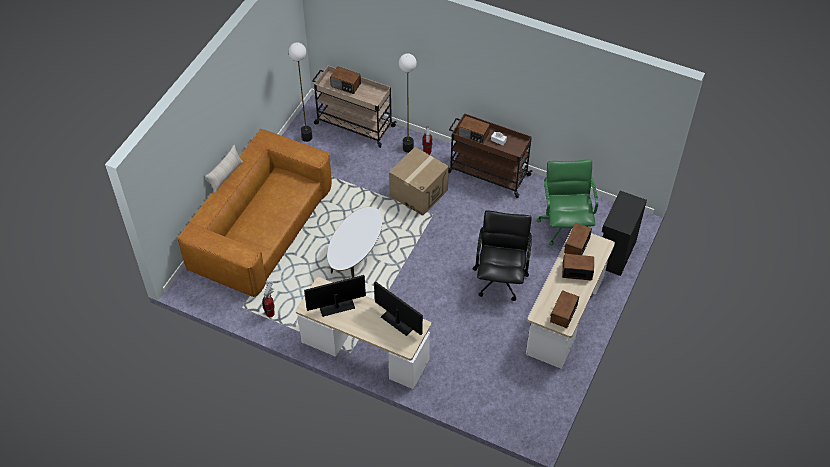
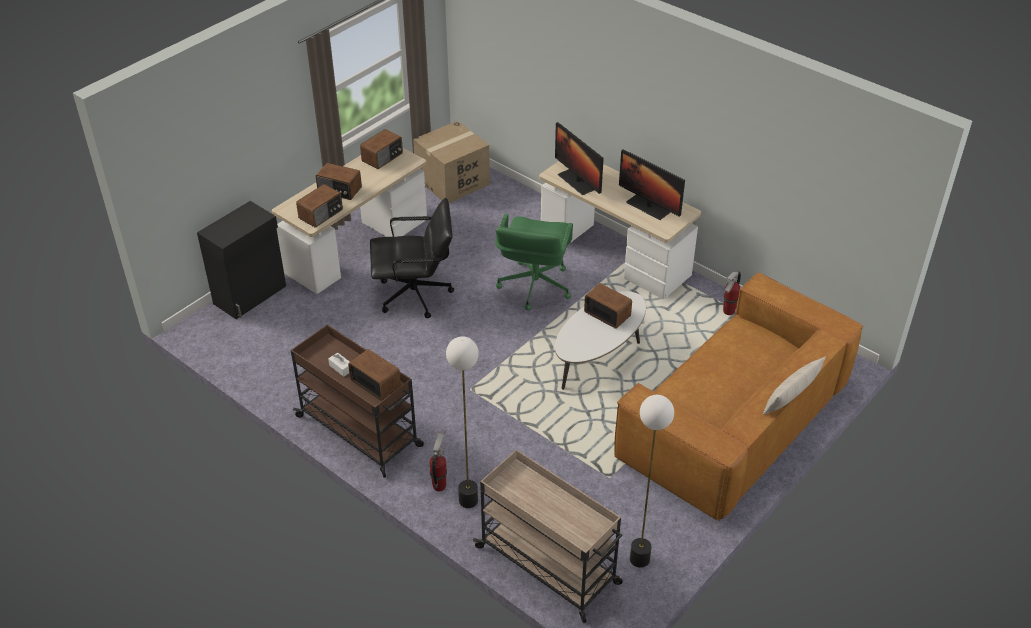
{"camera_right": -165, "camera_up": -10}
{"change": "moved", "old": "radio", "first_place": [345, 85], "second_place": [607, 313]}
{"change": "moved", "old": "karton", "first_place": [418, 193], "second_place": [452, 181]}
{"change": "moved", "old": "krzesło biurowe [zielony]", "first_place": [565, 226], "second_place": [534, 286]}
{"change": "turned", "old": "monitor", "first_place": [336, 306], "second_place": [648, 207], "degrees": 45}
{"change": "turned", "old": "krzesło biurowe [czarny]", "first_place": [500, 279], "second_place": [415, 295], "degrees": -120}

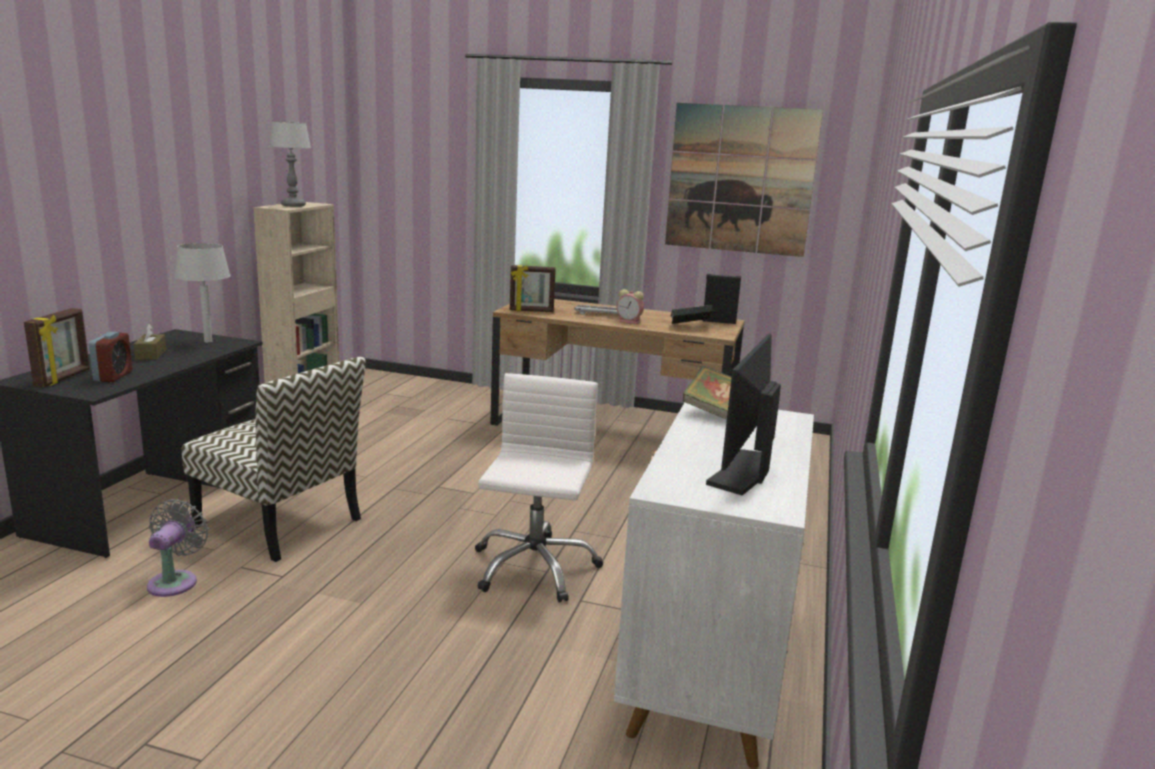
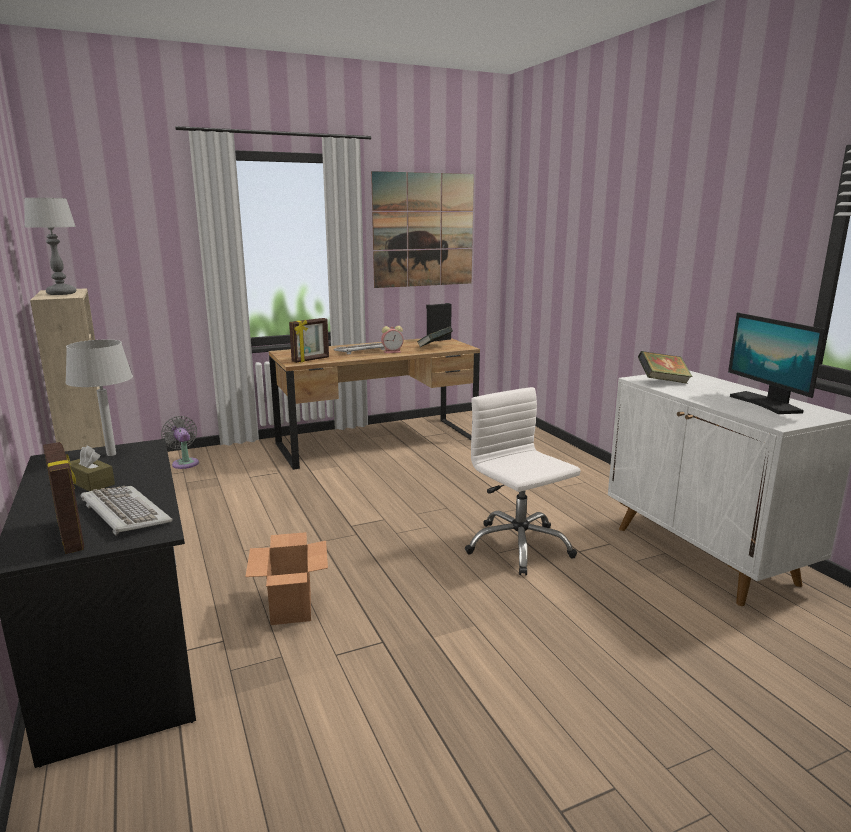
{"camera_right": -40, "camera_up": 0}
{"change": "moved", "old": "wentylator [szary]", "first_place": [175, 581], "second_place": [185, 463]}
{"change": "replaced", "old": "budzik", "new": "klawiatura", "first_place": [113, 376], "second_place": [124, 513]}
{"change": "replaced", "old": "krzesło", "new": "karton", "first_place": [281, 523], "second_place": [291, 607]}

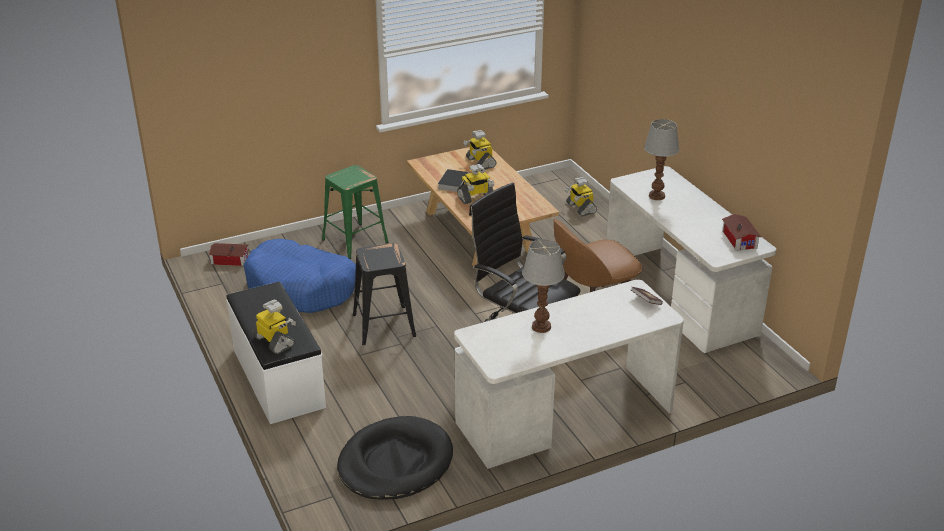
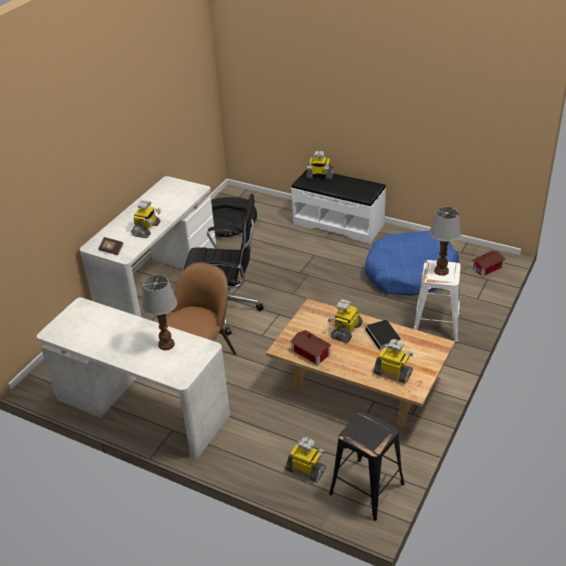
{"camera_right": 145, "camera_up": 5}
{"change": "added", "new": "robot zabawkowy", "second_place": [147, 229]}
{"change": "moved", "old": "stołek [czarny]", "first_place": [383, 325], "second_place": [367, 488]}
{"change": "moved", "old": "lampa stołowa", "first_place": [540, 327], "second_place": [442, 271]}
{"change": "moved", "old": "domek", "first_place": [740, 238], "second_place": [311, 353]}
{"change": "recoloured", "old": "stołek [zielony]", "new": "stołek [biały]", "first_place": [354, 240], "second_place": [437, 325]}

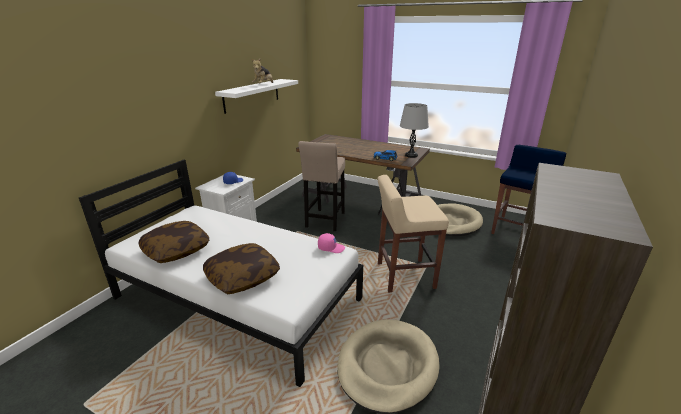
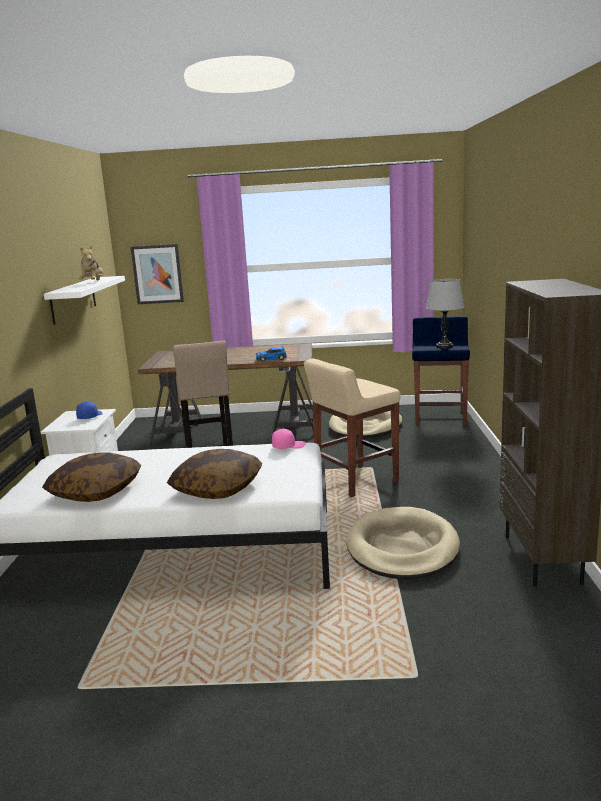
{"camera_right": -25, "camera_up": -10}
{"change": "added", "new": "obraz", "second_place": [157, 274]}
{"change": "moved", "old": "lampa stołowa [szary]", "first_place": [411, 155], "second_place": [444, 346]}

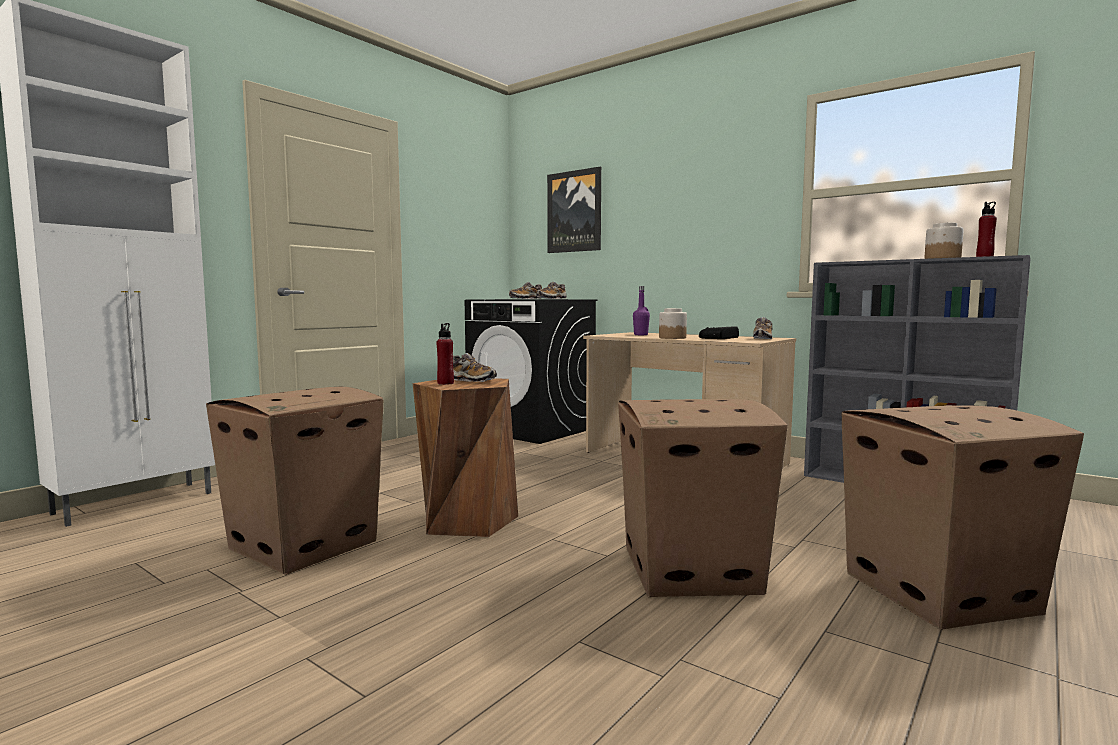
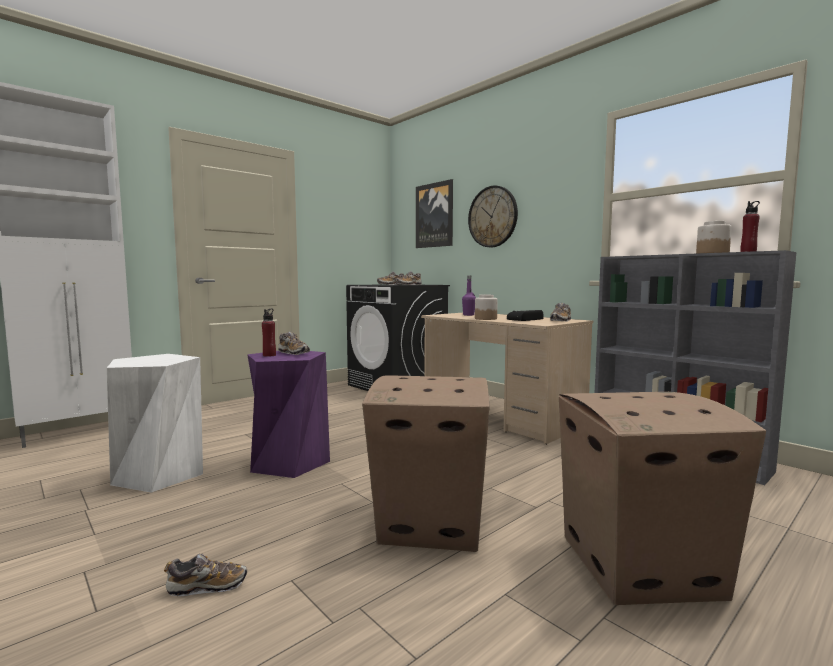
{"camera_right": 10, "camera_up": 0}
{"change": "added", "new": "but", "second_place": [207, 587]}
{"change": "added", "new": "zegar ścienny", "second_place": [492, 217]}
{"change": "replaced", "old": "karton", "new": "stołek [biały]", "first_place": [305, 544], "second_place": [160, 474]}
{"change": "recoloured", "old": "stołek [brązowy]", "new": "stołek [fioletowy]", "first_place": [467, 520], "second_place": [289, 462]}

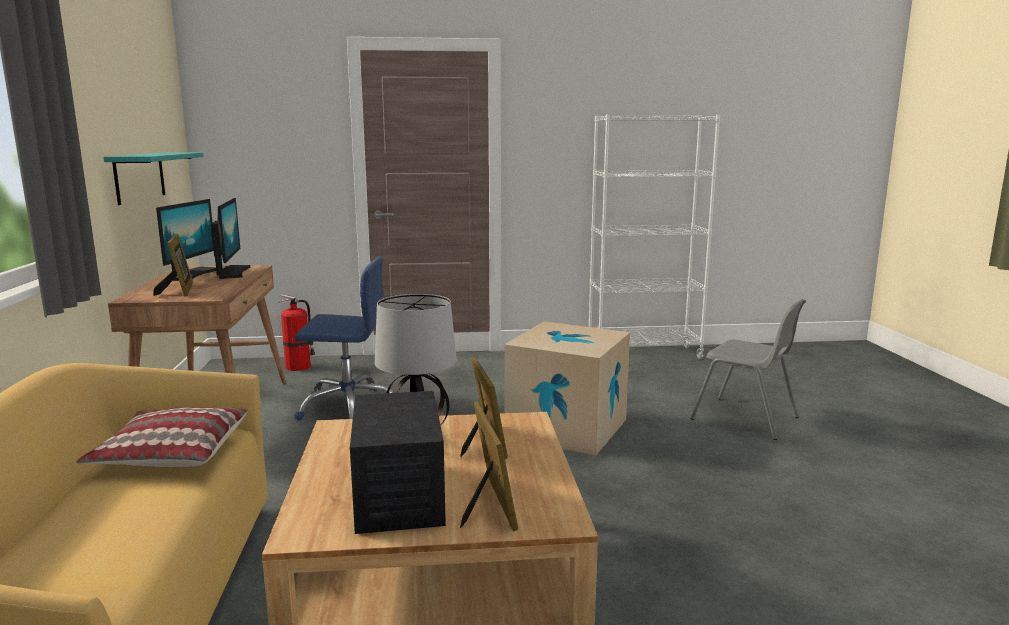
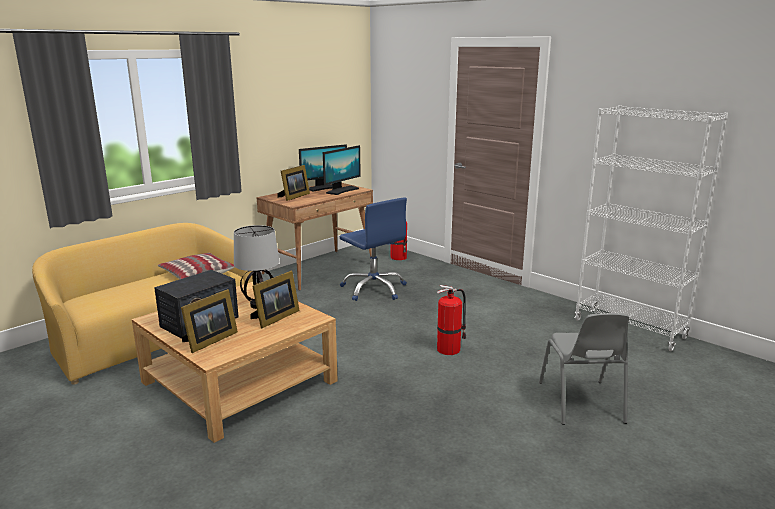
{"camera_right": 50, "camera_up": 5}
{"change": "removed", "old": "półka [turkusowy]", "first_place": [139, 177]}
{"change": "replaced", "old": "karton", "new": "gaśnica", "first_place": [567, 427], "second_place": [449, 349]}

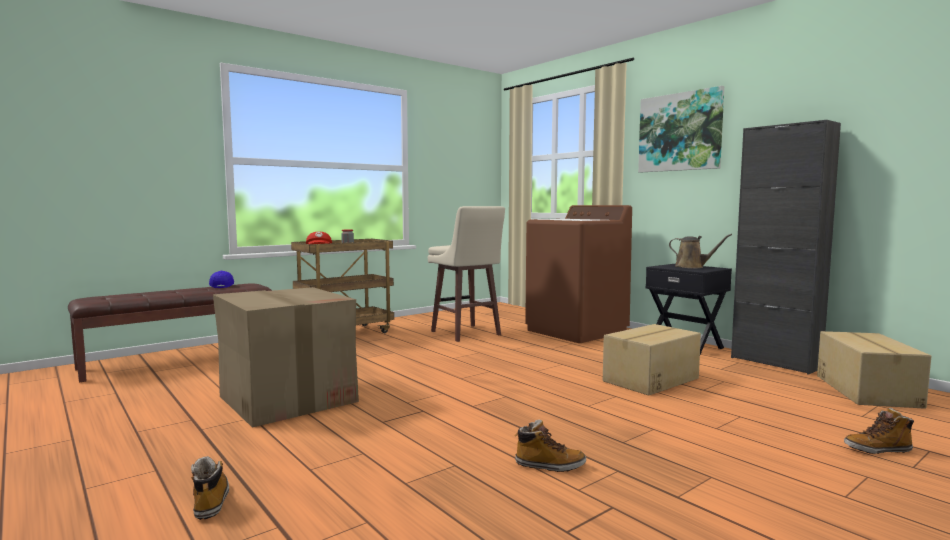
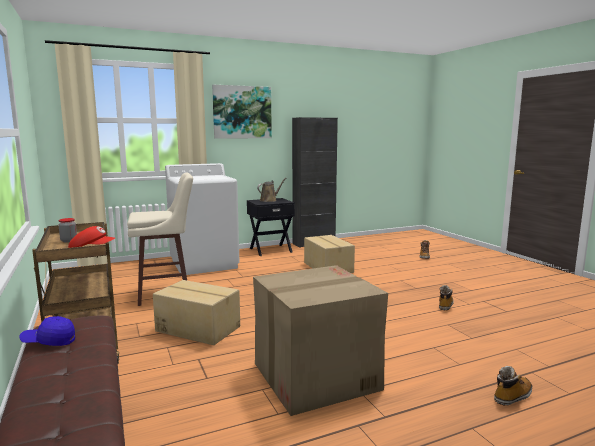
{"camera_right": -75, "camera_up": 5}
{"change": "moved", "old": "karton", "first_place": [868, 391], "second_place": [198, 328]}
{"change": "recoloured", "old": "pralka [brązowy]", "new": "pralka [biały]", "first_place": [576, 331], "second_place": [204, 264]}
{"change": "turned", "old": "but z cholewką", "first_place": [210, 501], "second_place": [512, 396], "degrees": 150}

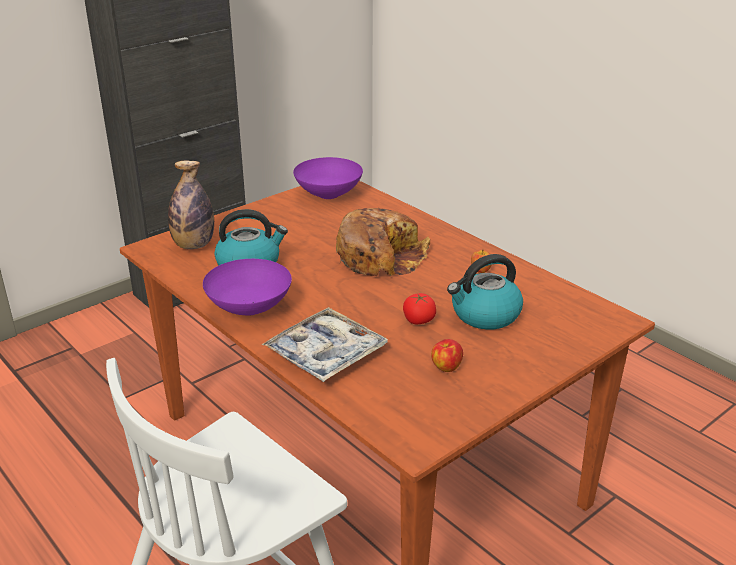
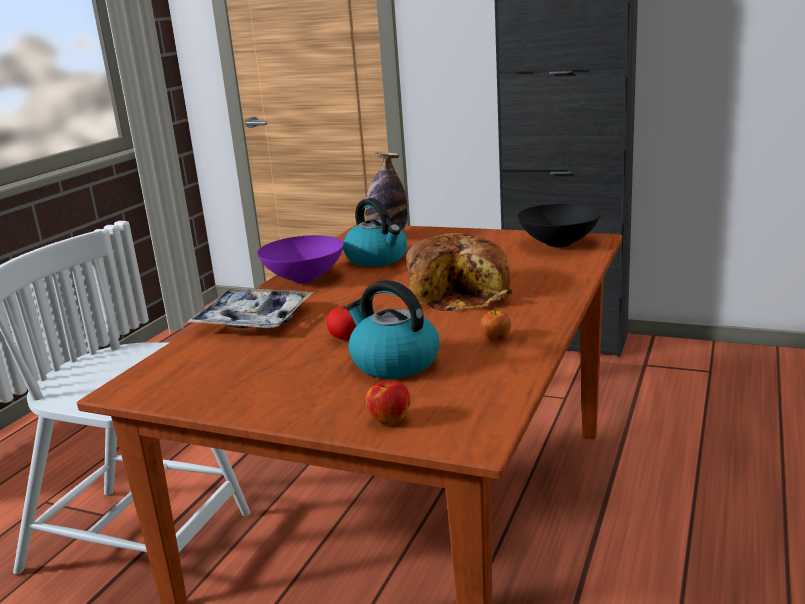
{"camera_right": 65, "camera_up": -10}
{"change": "moved", "old": "jabłko", "first_place": [446, 367], "second_place": [389, 419]}
{"change": "recoloured", "old": "miska [fioletowy]", "new": "miska [czarny]", "first_place": [328, 195], "second_place": [557, 243]}

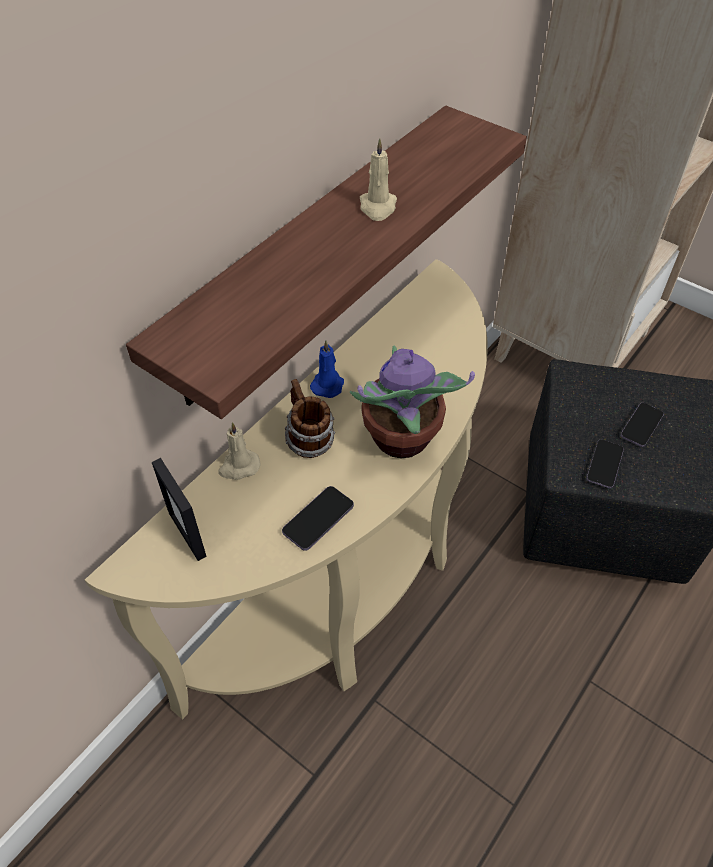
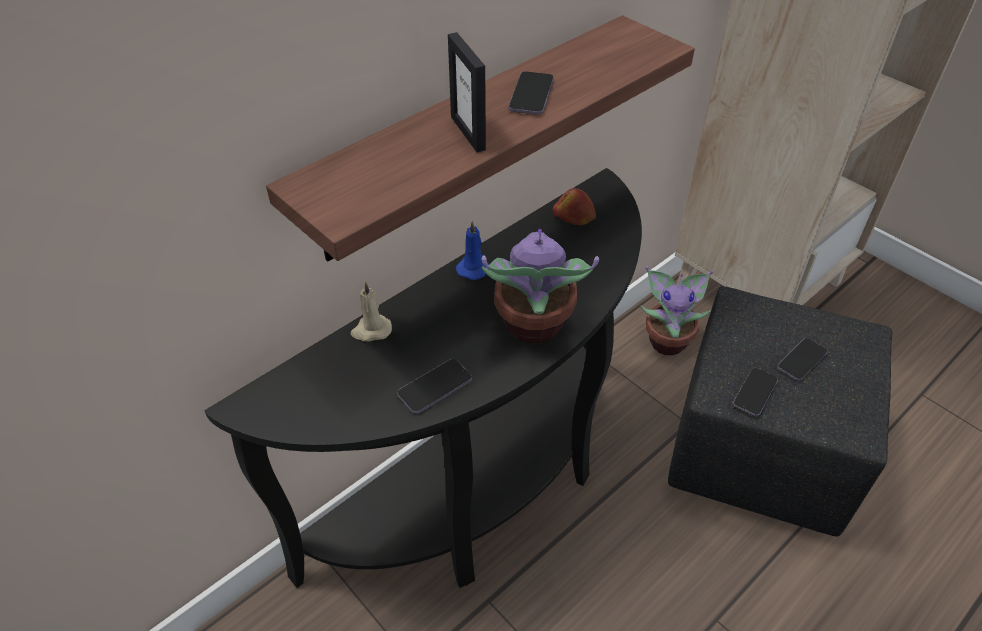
{"camera_right": 10, "camera_up": -5}
{"change": "removed", "old": "kubek", "first_place": [308, 439]}
{"change": "added", "new": "jabłko", "second_place": [573, 217]}
{"change": "added", "new": "roślina doniczkowa", "second_place": [668, 340]}
{"change": "moved", "old": "ramka na zdjęcie", "first_place": [188, 534], "second_place": [468, 133]}
{"change": "replaced", "old": "świeca [beżowy]", "new": "telefon", "first_place": [378, 207], "second_place": [531, 95]}
{"change": "recoloured", "old": "stolik konsolowy [beżowy]", "new": "stolik konsolowy [czarny]", "first_place": [348, 590], "second_place": [484, 490]}

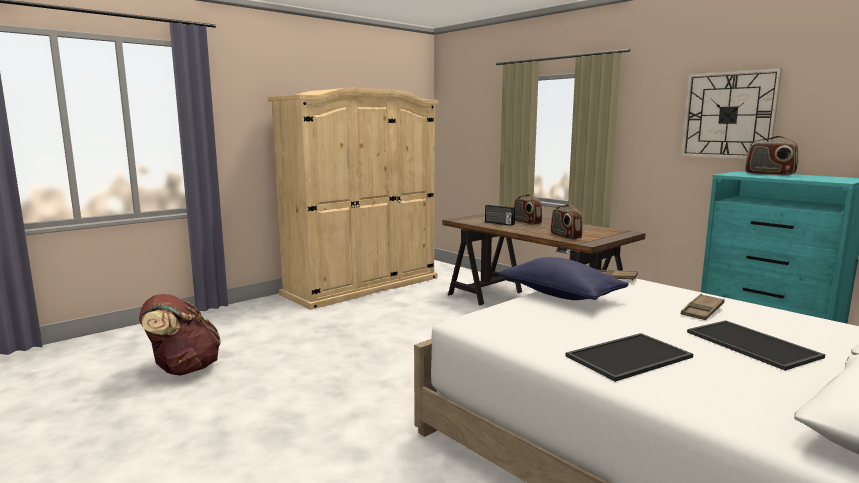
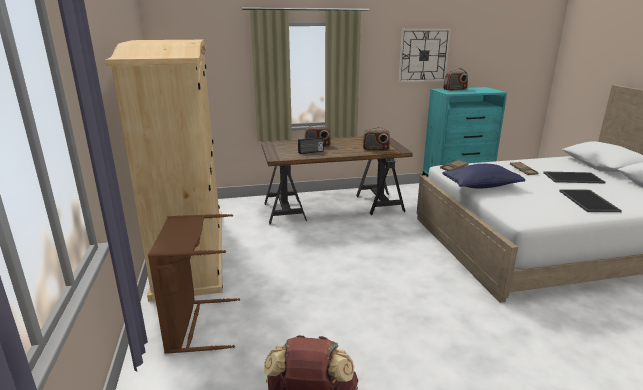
{"camera_right": -60, "camera_up": 10}
{"change": "added", "new": "kosz na pranie [brązowy]", "second_place": [195, 325]}

